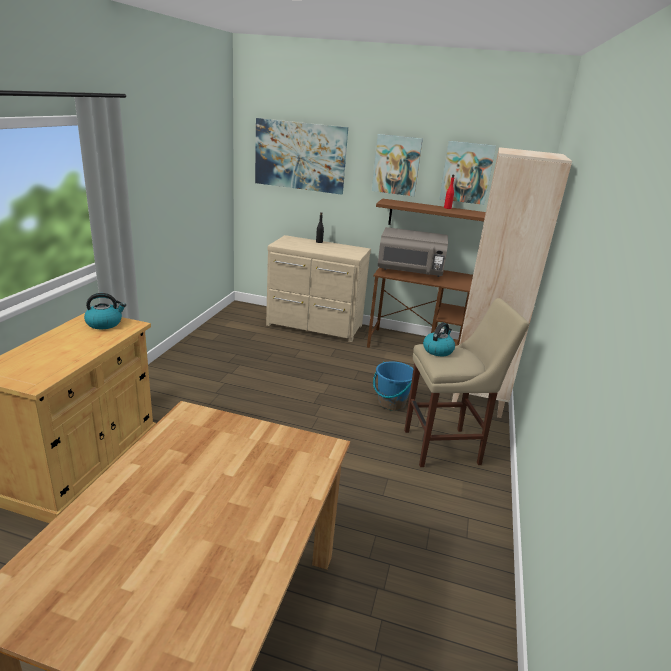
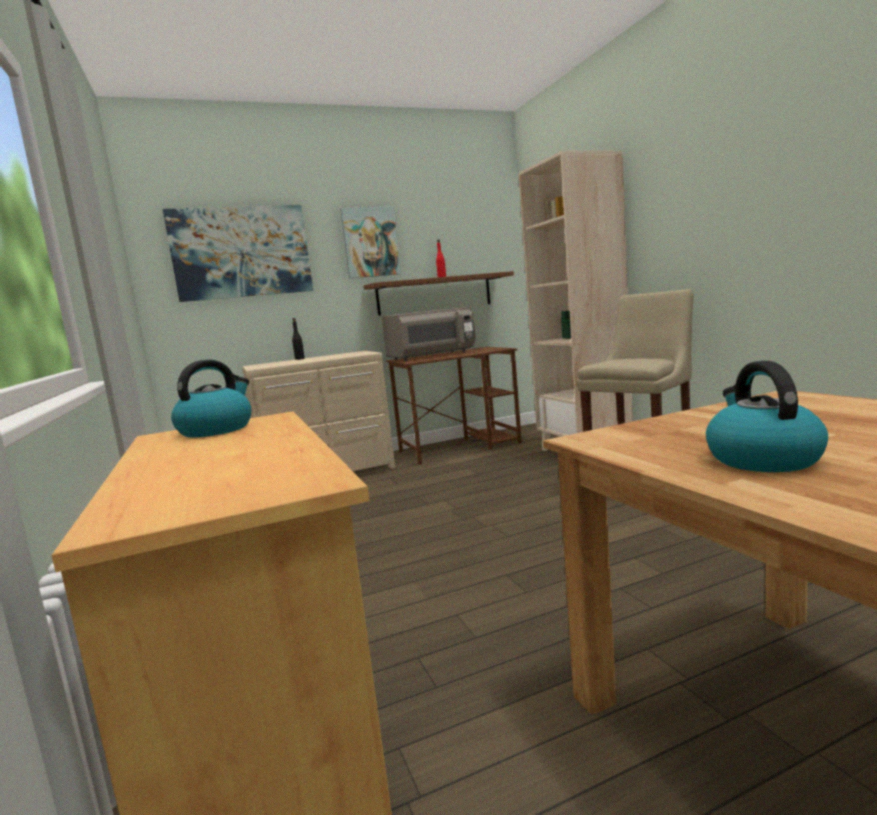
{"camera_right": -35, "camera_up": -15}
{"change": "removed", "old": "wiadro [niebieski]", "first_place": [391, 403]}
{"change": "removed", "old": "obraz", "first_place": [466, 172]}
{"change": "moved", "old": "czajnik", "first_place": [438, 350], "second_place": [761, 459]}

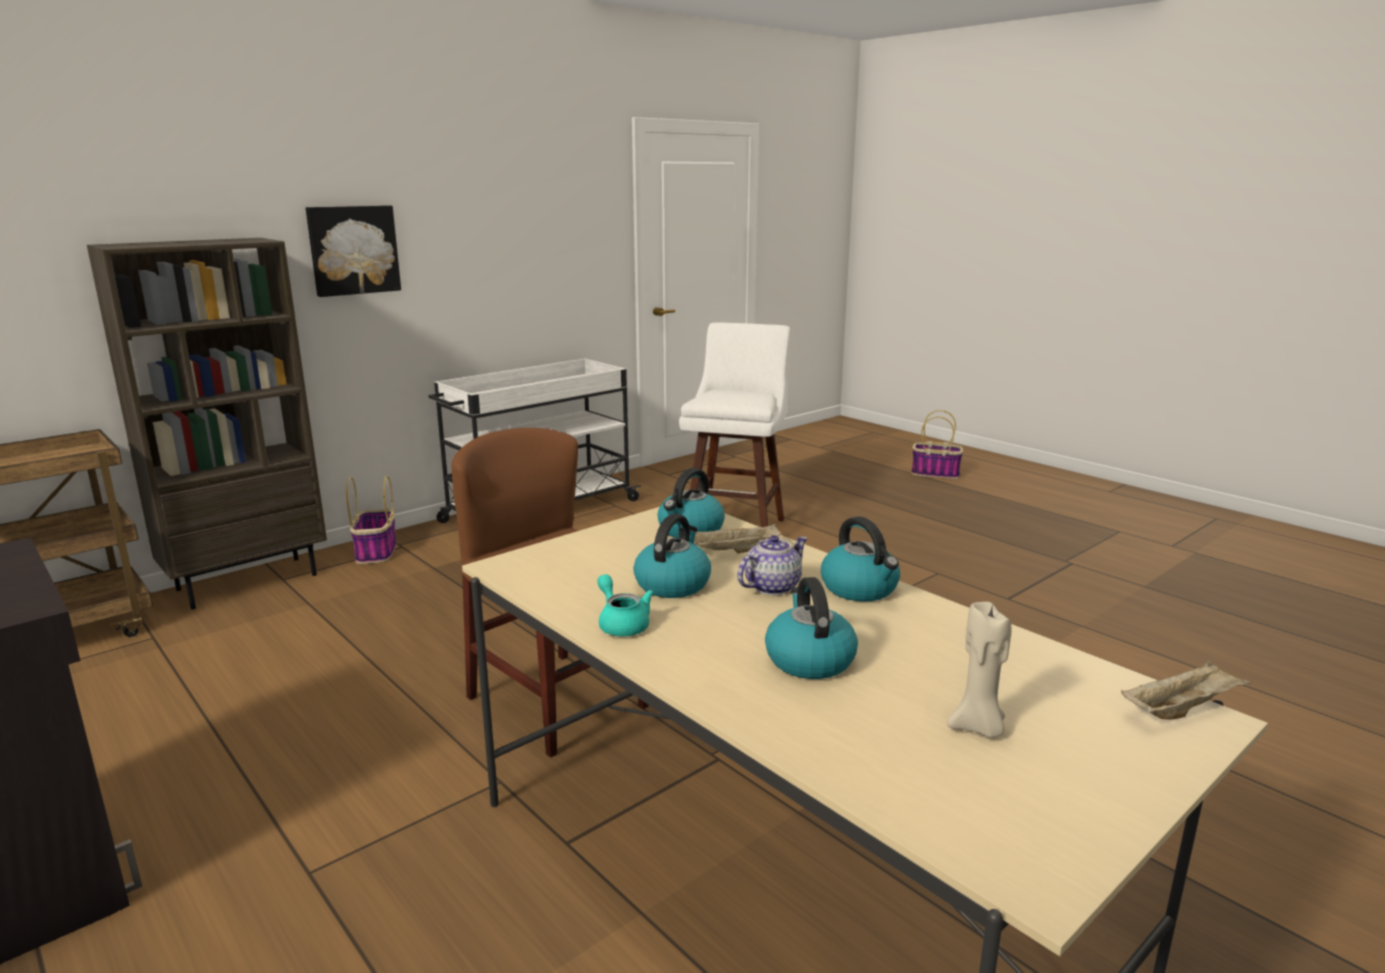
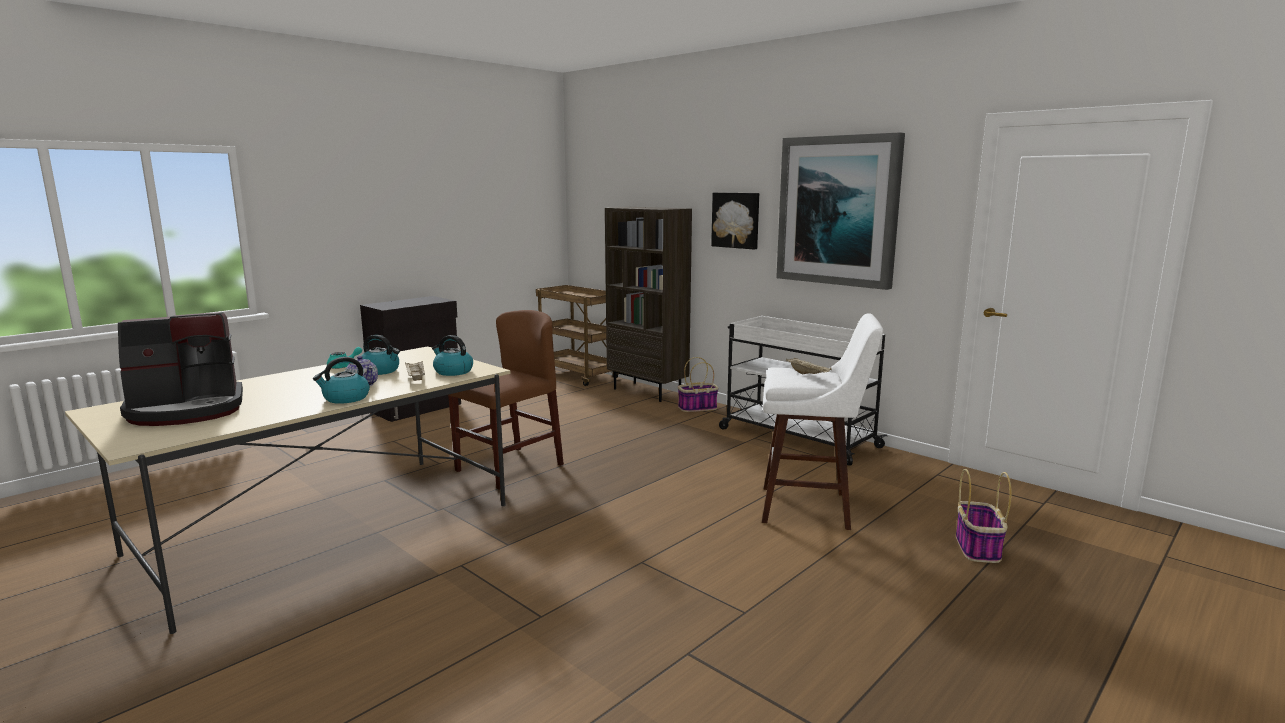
{"camera_right": 85, "camera_up": -5}
{"change": "removed", "old": "czajnik", "first_place": [809, 659]}
{"change": "added", "new": "obraz", "second_place": [838, 211]}
{"change": "moved", "old": "koszyk", "first_place": [936, 473], "second_place": [978, 548]}
{"change": "moved", "old": "taca [beżowy]", "first_place": [1181, 709], "second_place": [808, 374]}
{"change": "replaced", "old": "świeca [beżowy]", "new": "ekspres do kawy", "first_place": [978, 728], "second_place": [187, 410]}

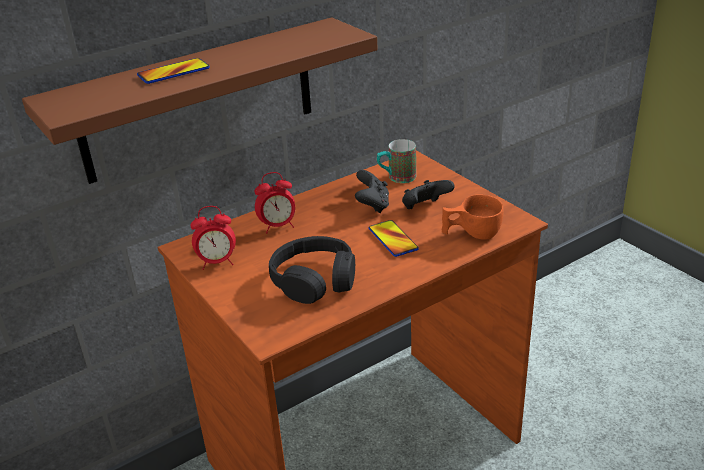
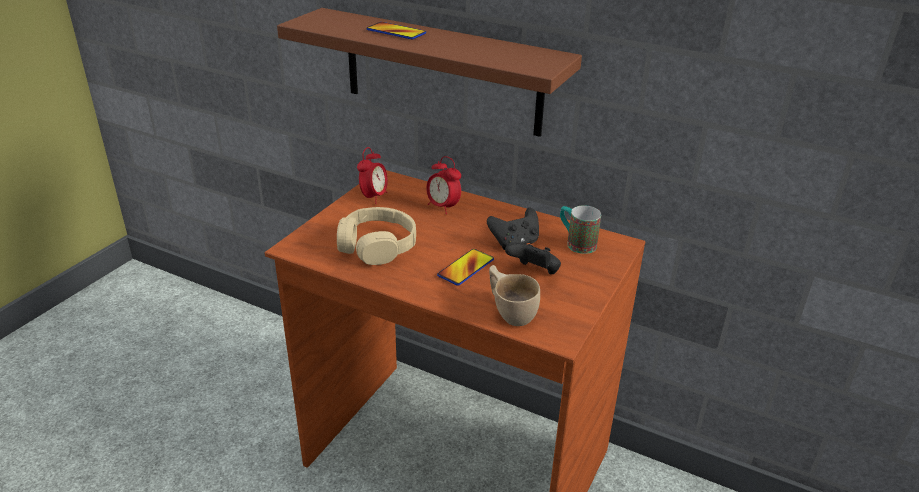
{"camera_right": 60, "camera_up": 0}
{"change": "recoloured", "old": "słuchawki [czarny]", "new": "słuchawki [beżowy]", "first_place": [314, 280], "second_place": [377, 246]}
{"change": "recoloured", "old": "filiżanka [pomarańczowy]", "new": "filiżanka [beżowy]", "first_place": [471, 233], "second_place": [510, 311]}
{"change": "turned", "old": "budzik", "first_place": [217, 262], "second_place": [374, 197], "degrees": -120}

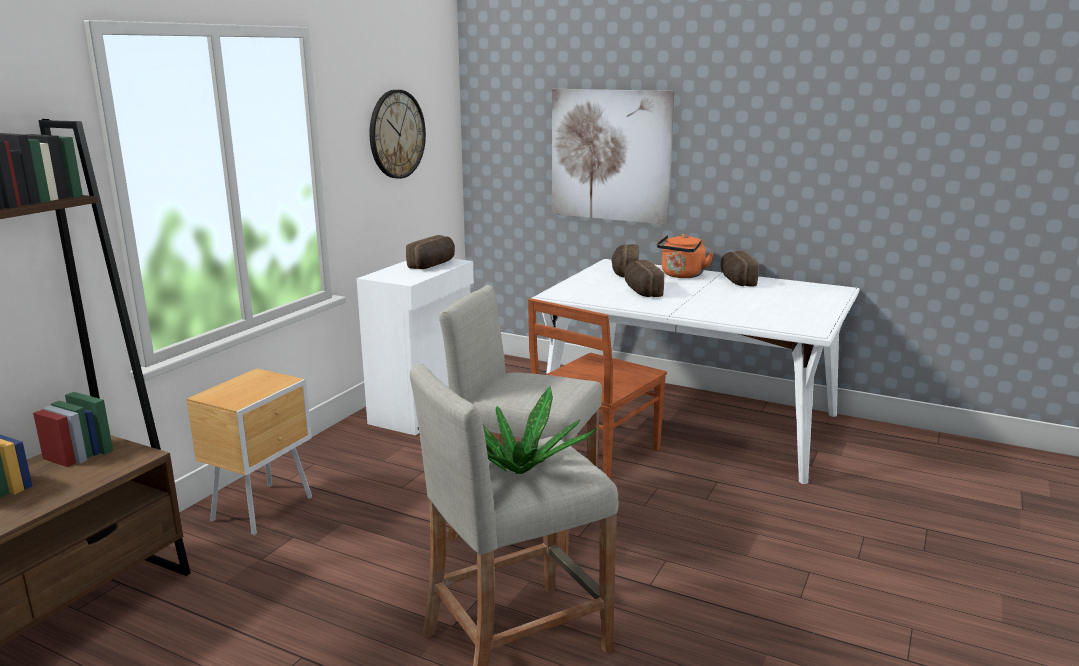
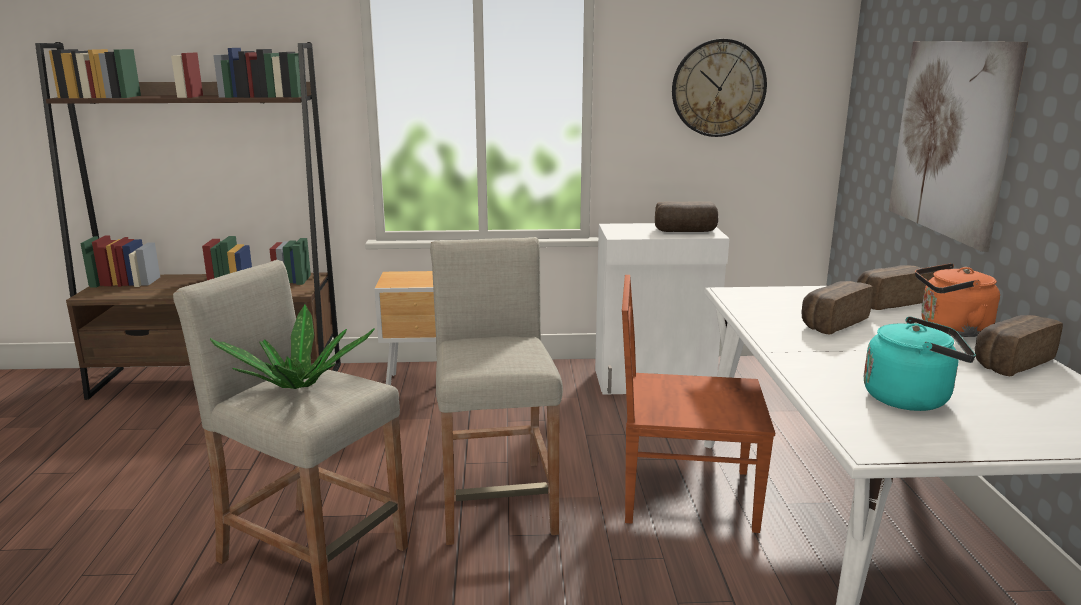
{"camera_right": 60, "camera_up": 0}
{"change": "added", "new": "czajnik [turkusowy]", "second_place": [911, 398]}

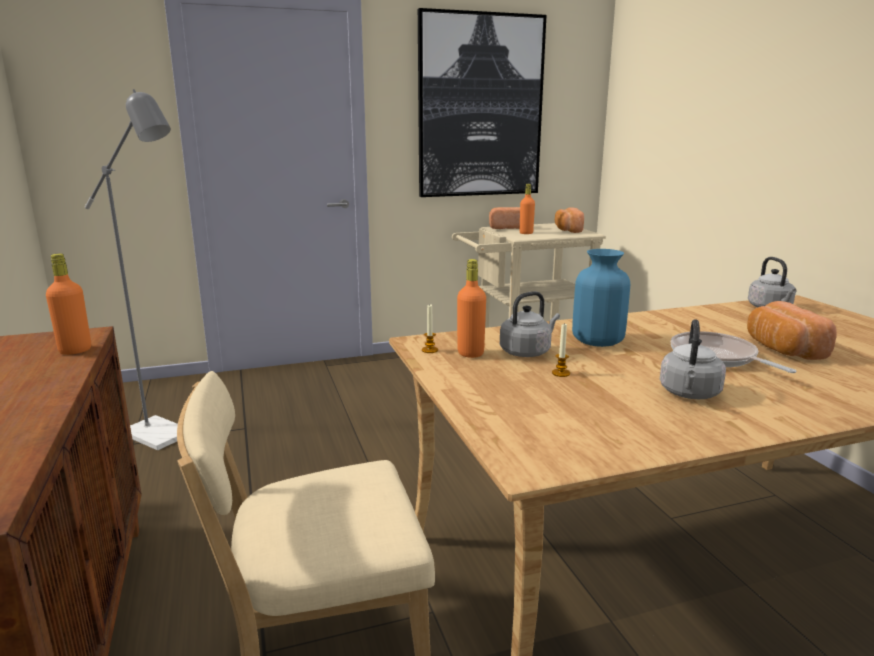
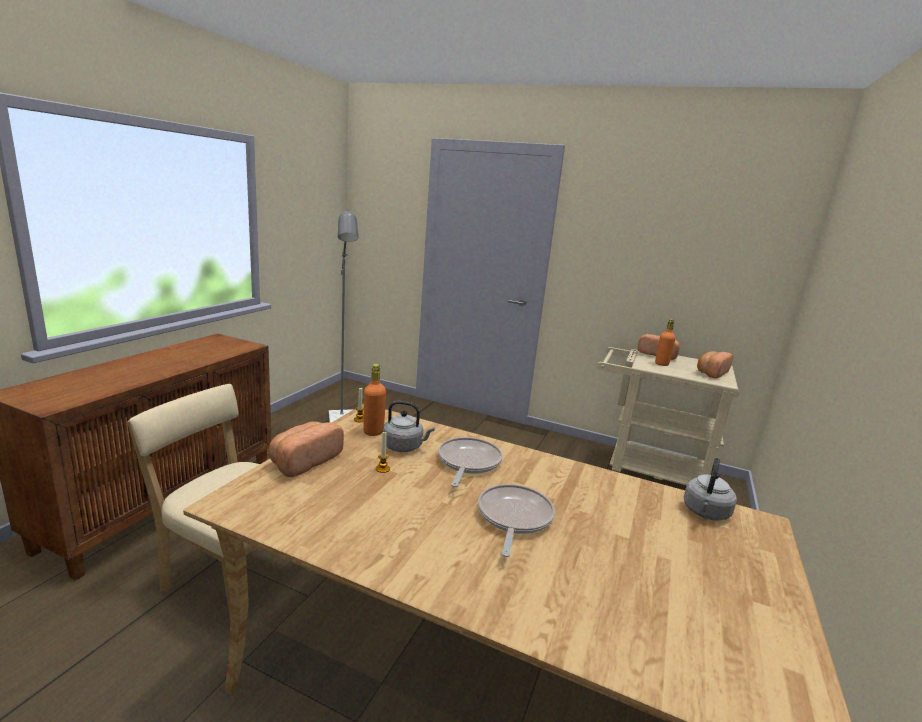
{"camera_right": 40, "camera_up": 0}
{"change": "removed", "old": "butelka [pomarańczowy]", "first_place": [75, 350]}
{"change": "removed", "old": "obraz", "first_place": [480, 107]}
{"change": "removed", "old": "czajnik [szary]", "first_place": [689, 394]}
{"change": "moved", "old": "chleb", "first_place": [781, 349], "second_place": [304, 461]}
{"change": "replaced", "old": "wazon [niebieski]", "new": "patelnia", "first_place": [597, 341], "second_place": [468, 463]}

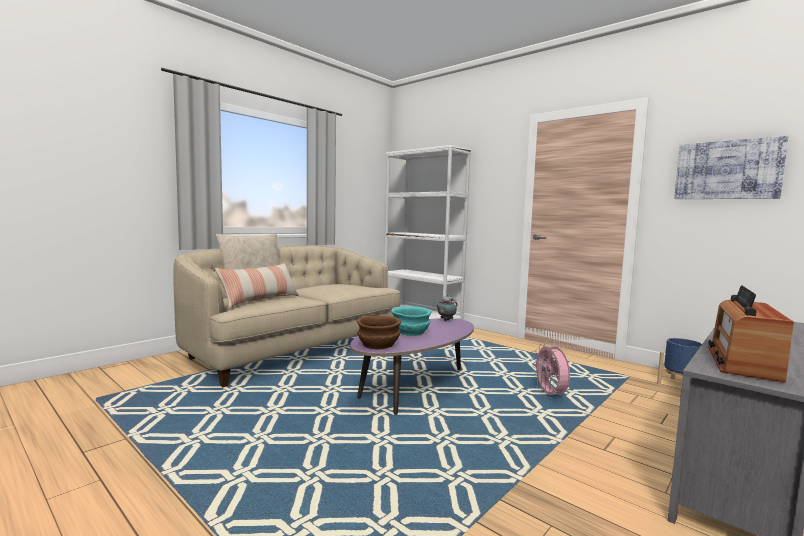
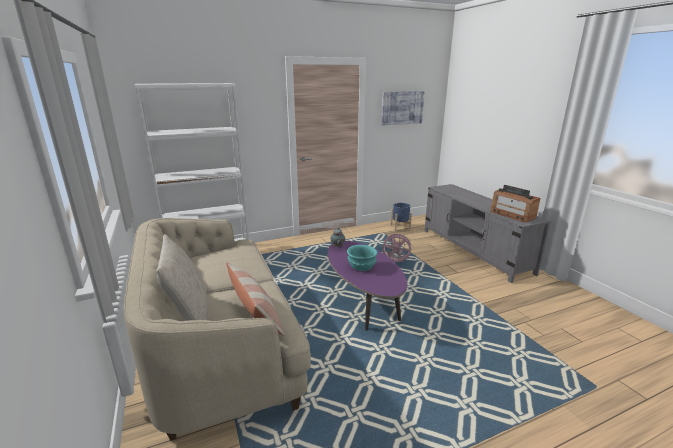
{"camera_right": -65, "camera_up": 15}
{"change": "removed", "old": "miska [brązowy]", "first_place": [379, 345]}

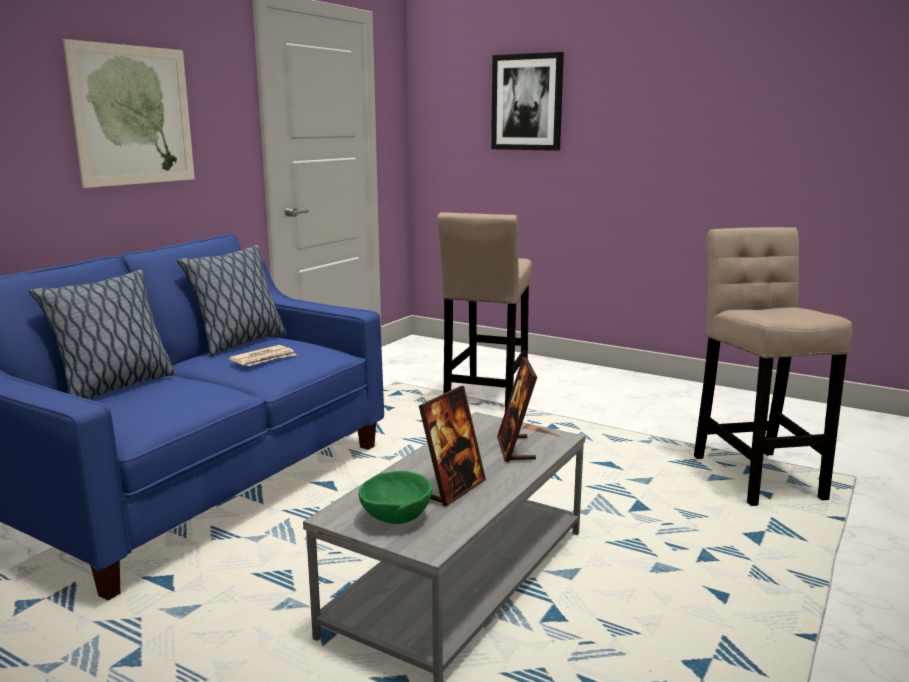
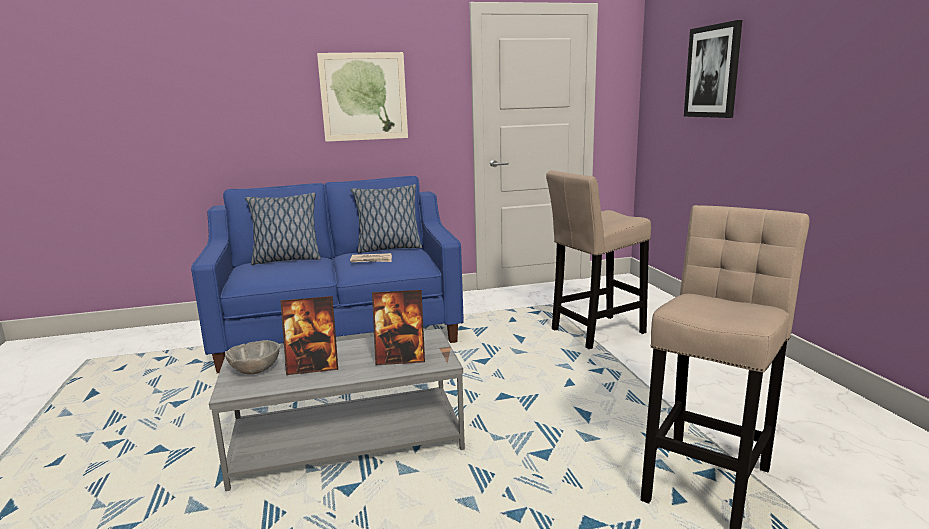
{"camera_right": 45, "camera_up": 0}
{"change": "recoloured", "old": "miska [zielony]", "new": "miska [szary]", "first_place": [396, 518], "second_place": [254, 371]}
{"change": "turned", "old": "ramka na zdjęcie", "first_place": [516, 449], "second_place": [400, 359], "degrees": -135}

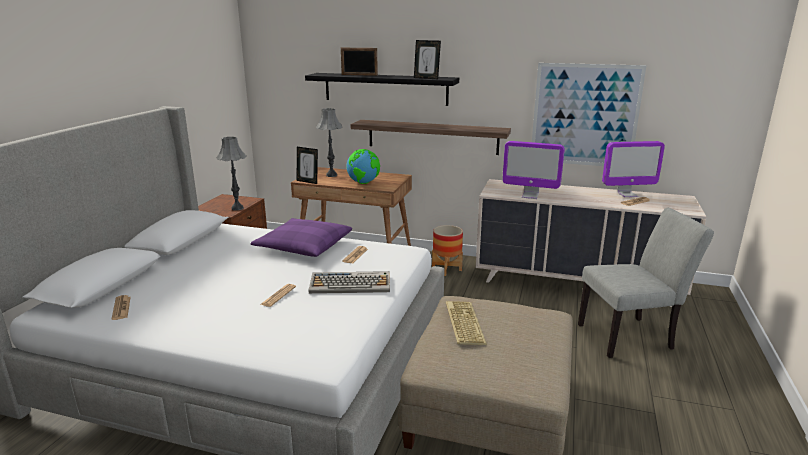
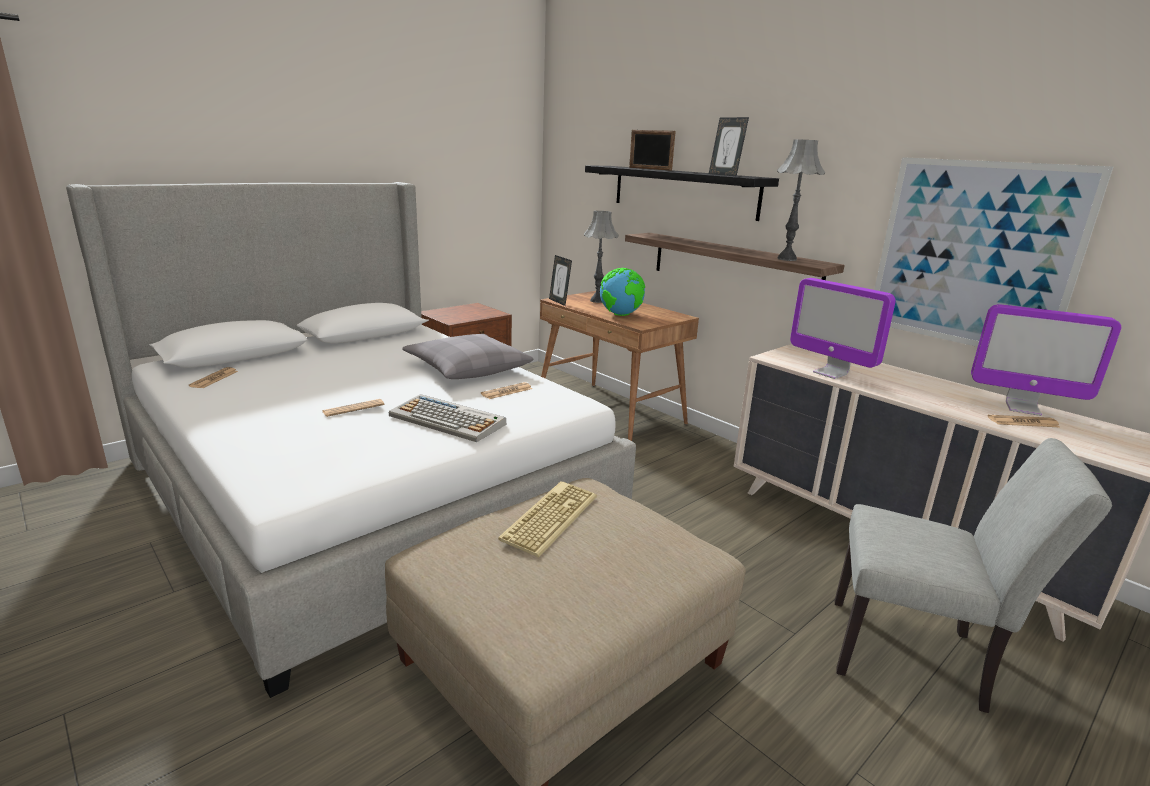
{"camera_right": 30, "camera_up": 0}
{"change": "removed", "old": "donica", "first_place": [447, 269]}
{"change": "moved", "old": "lampa stołowa [szary]", "first_place": [237, 208], "second_place": [786, 259]}
{"change": "recoloured", "old": "poduszka [fioletowy]", "new": "poduszka [szary]", "first_place": [303, 246], "second_place": [467, 368]}

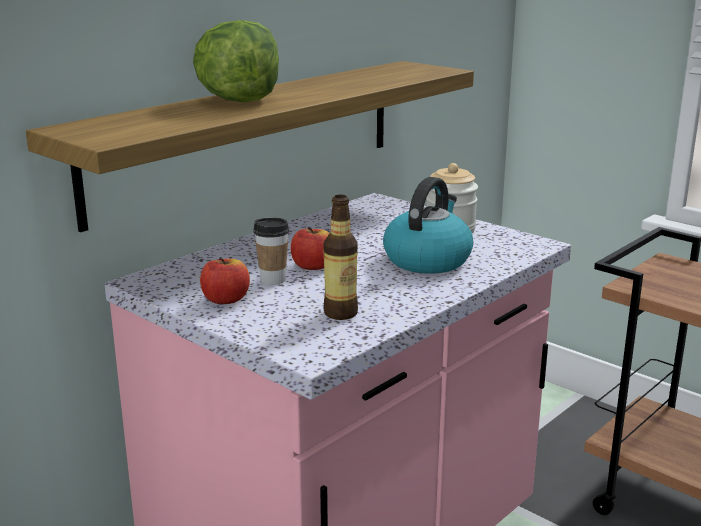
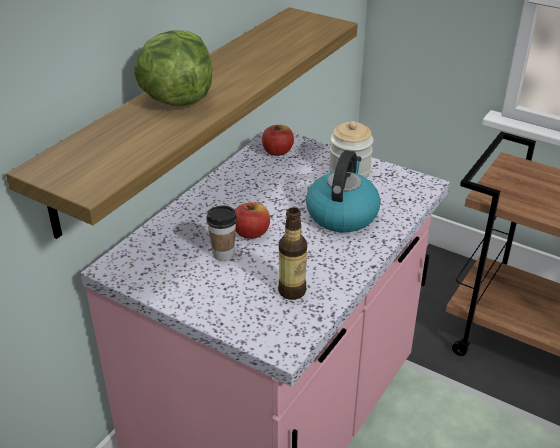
{"camera_right": -10, "camera_up": 15}
{"change": "moved", "old": "jabłko", "first_place": [226, 300], "second_place": [277, 151]}

